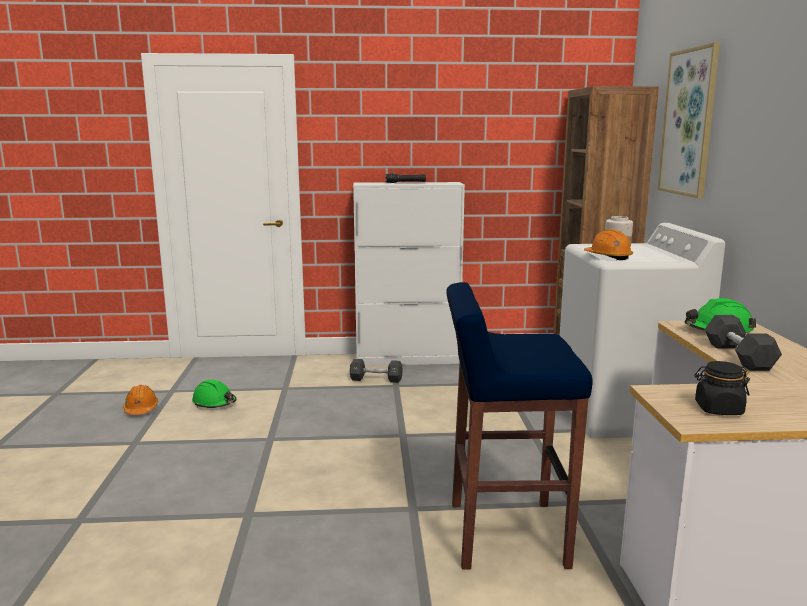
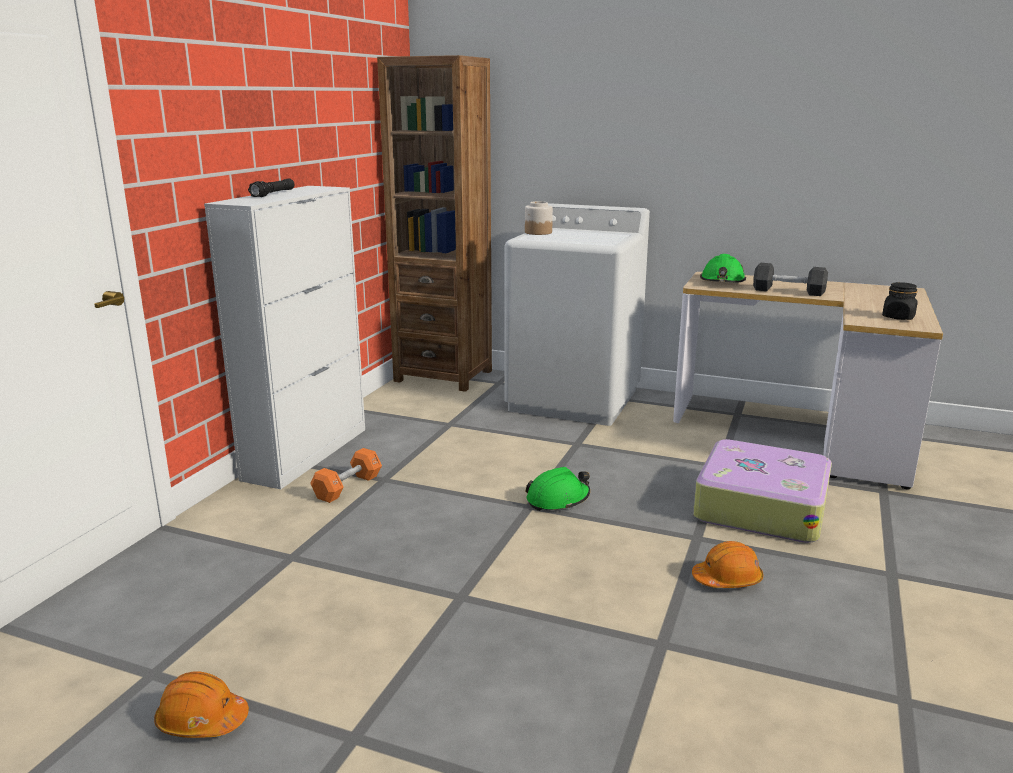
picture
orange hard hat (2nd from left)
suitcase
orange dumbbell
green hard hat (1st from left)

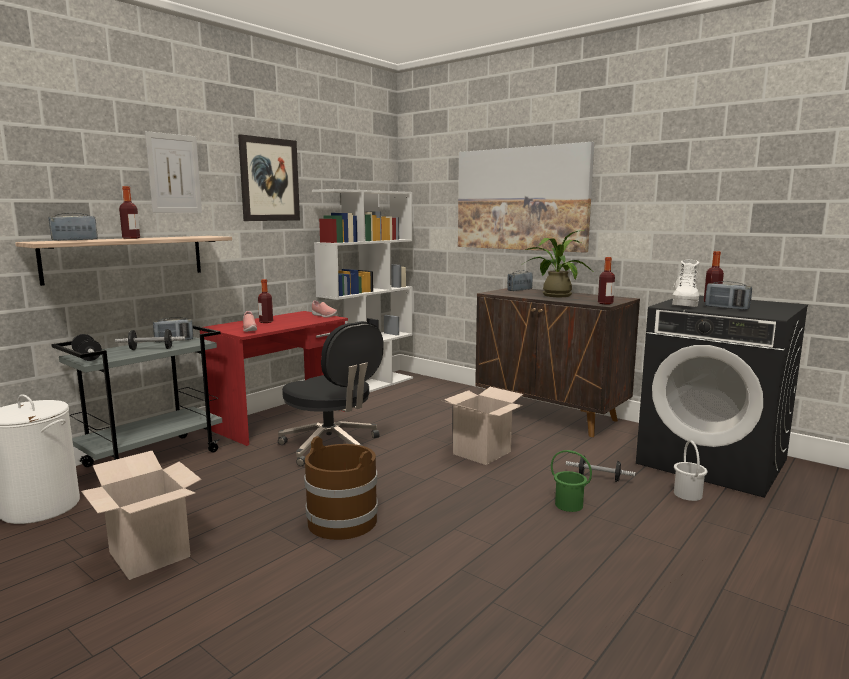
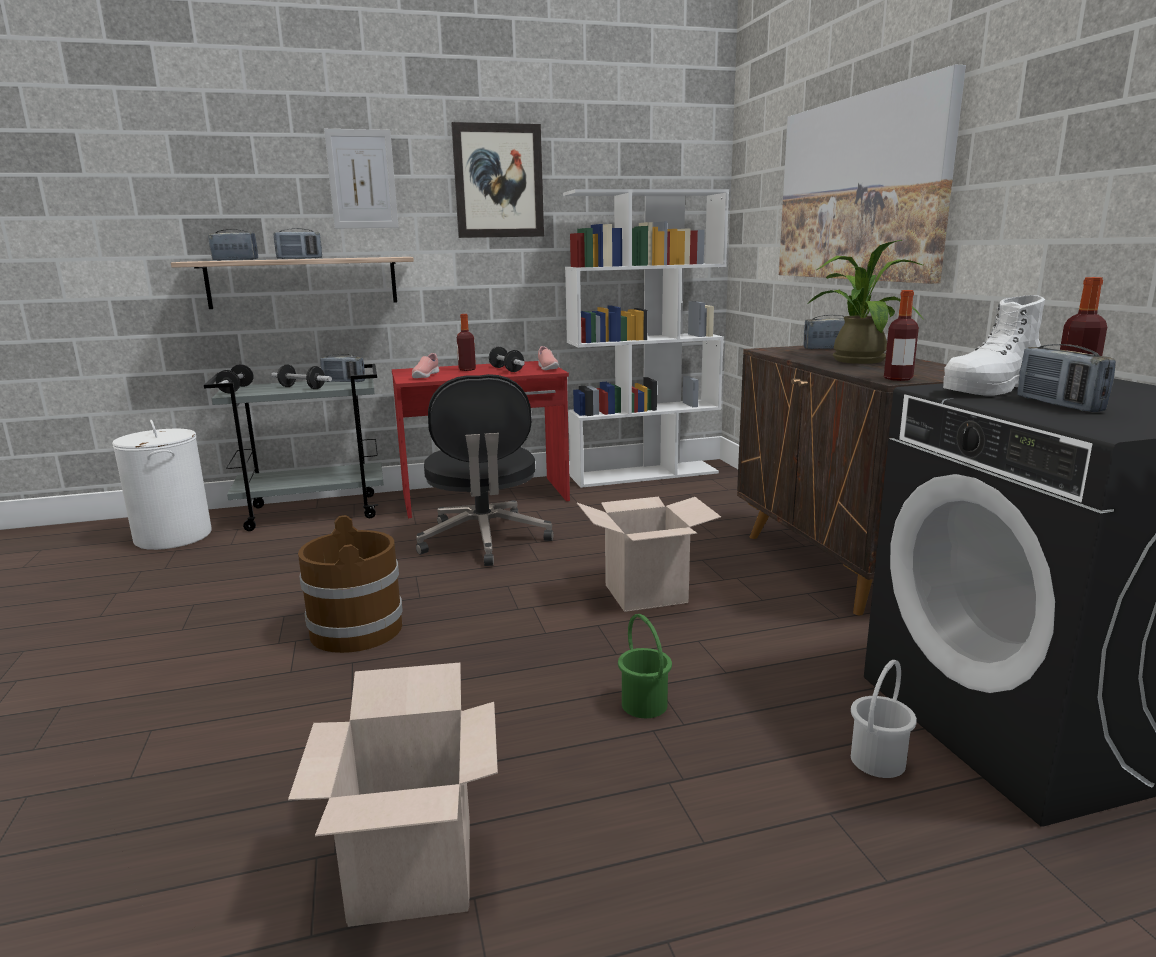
radio (2nd from left)
cardboard box (1st from left)
dumbbell (3rd from left)

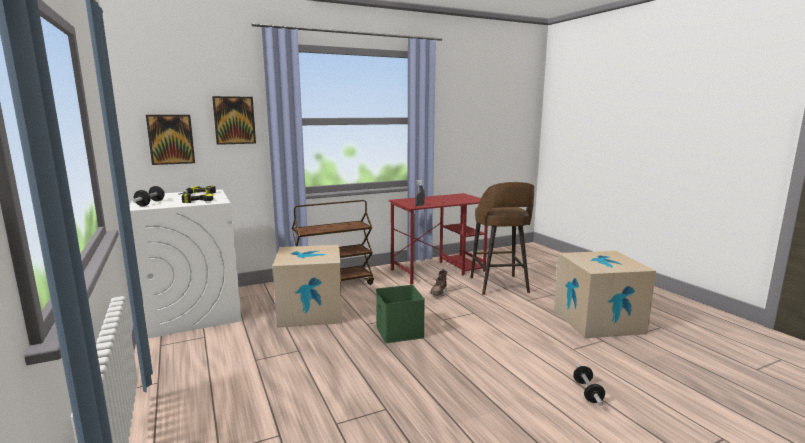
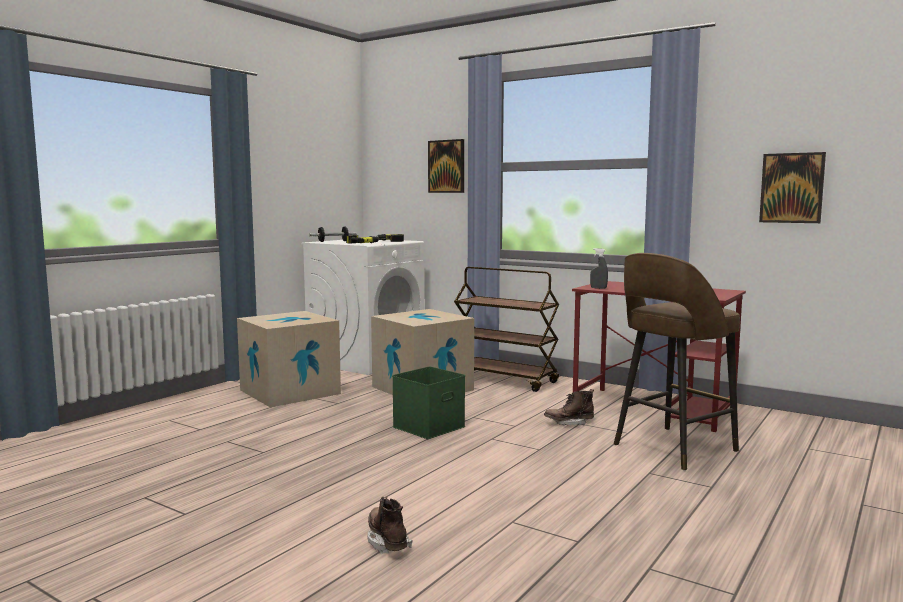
picture (2nd from left)
cardboard box (1st from left)
brown boot (1st from left)

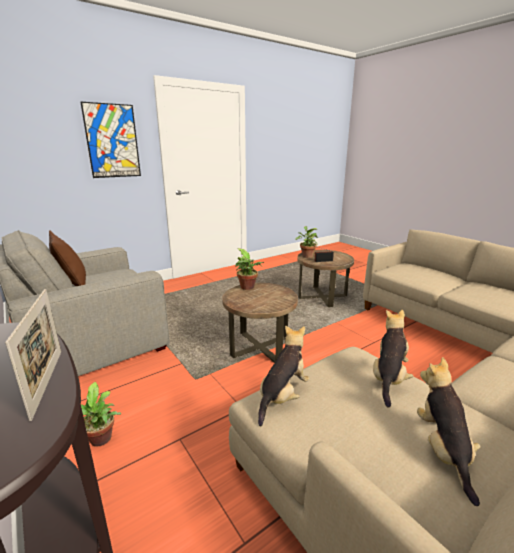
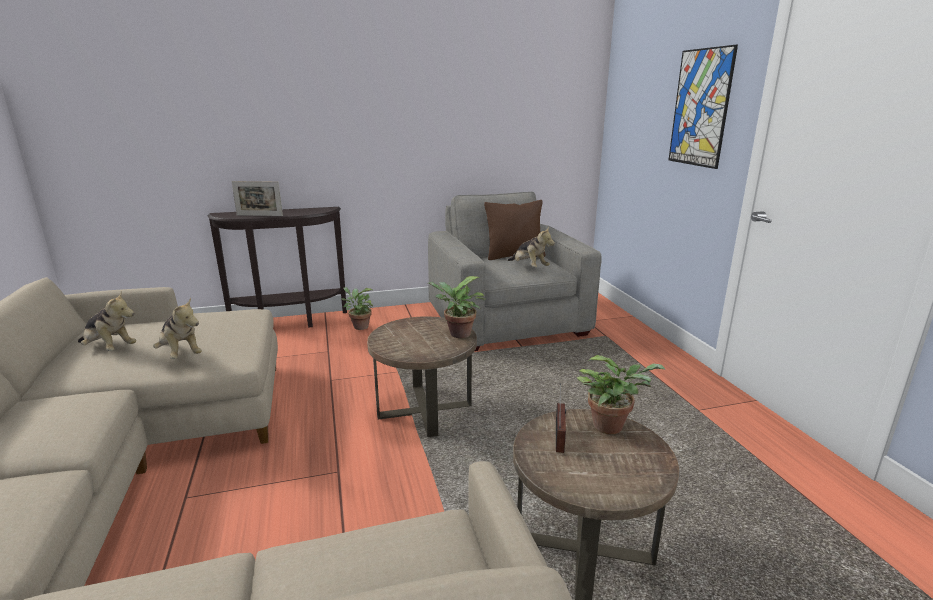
plush toy (3rd from left)

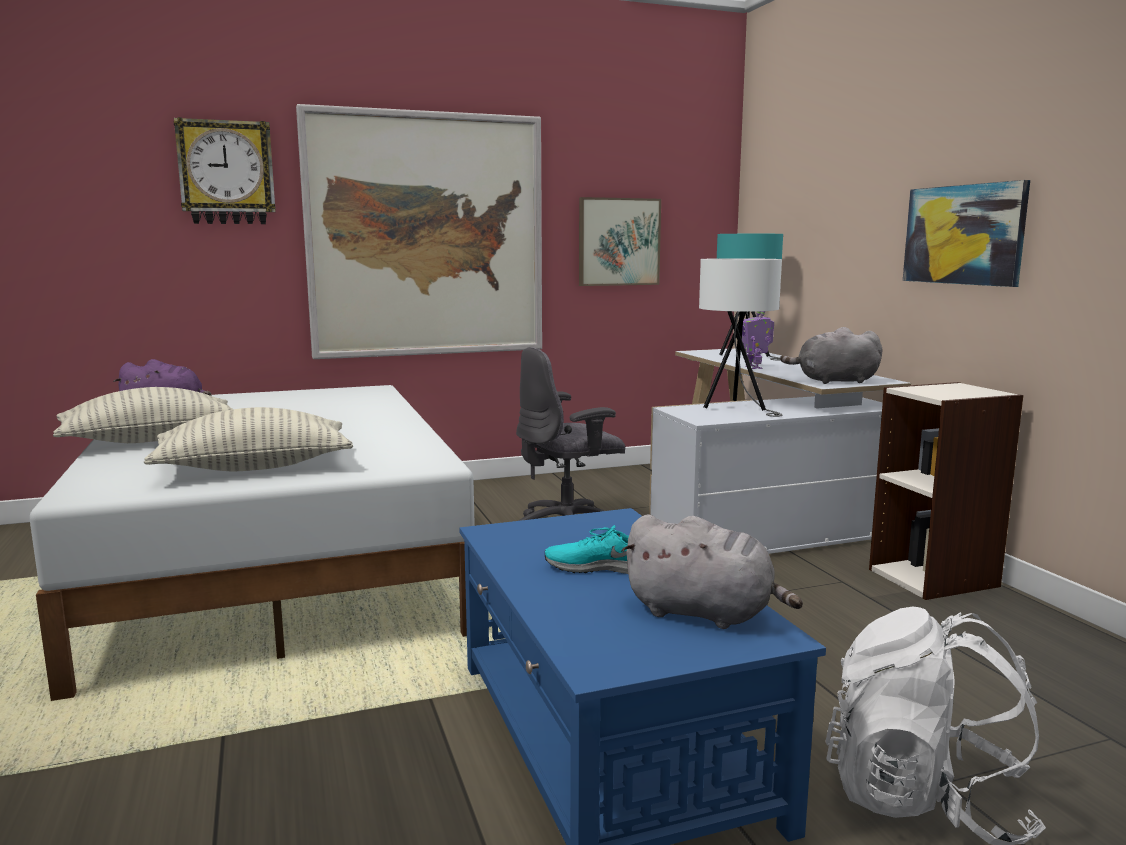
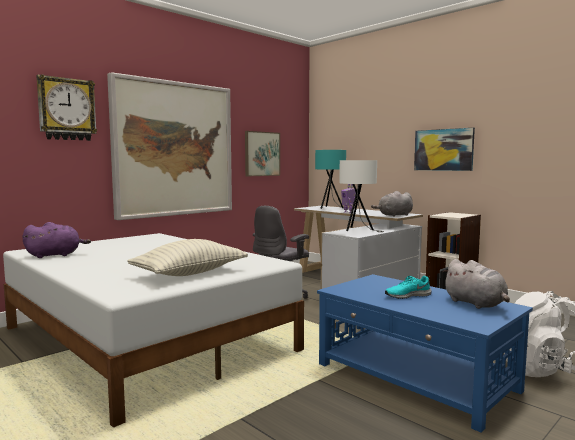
pillow (1st from left in the first image)
grey plush toy (2nd from left)

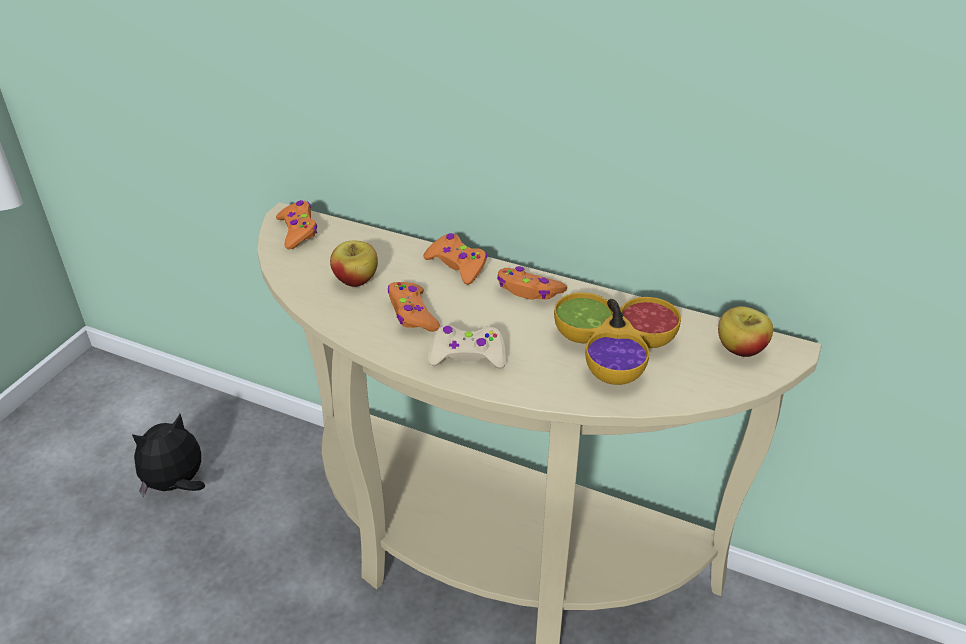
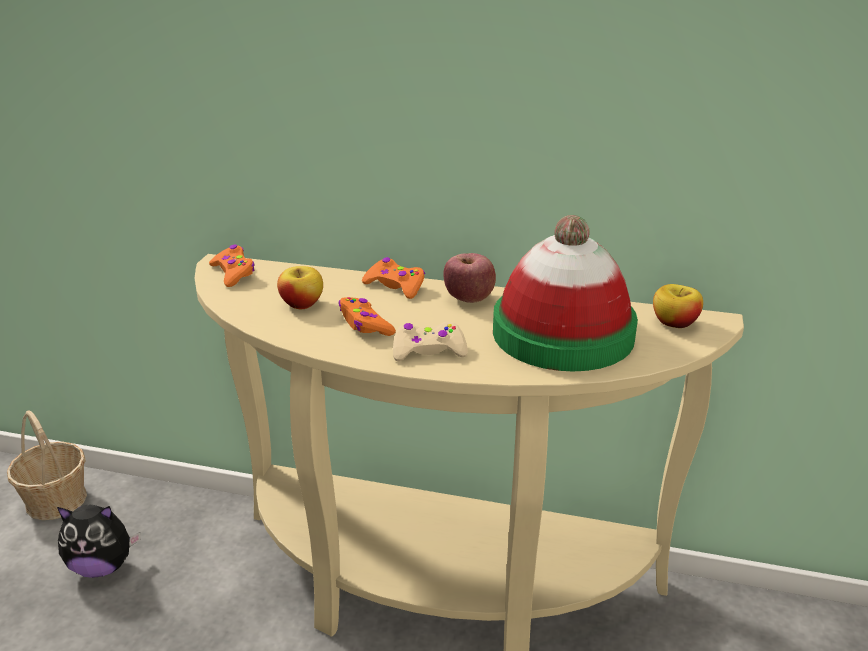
apple (2nd from left)
hat
plush toy
basket

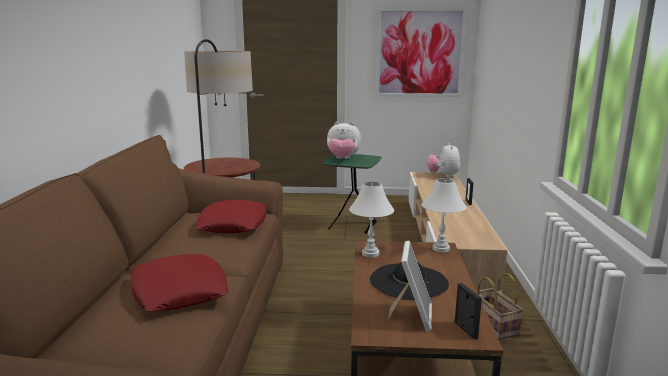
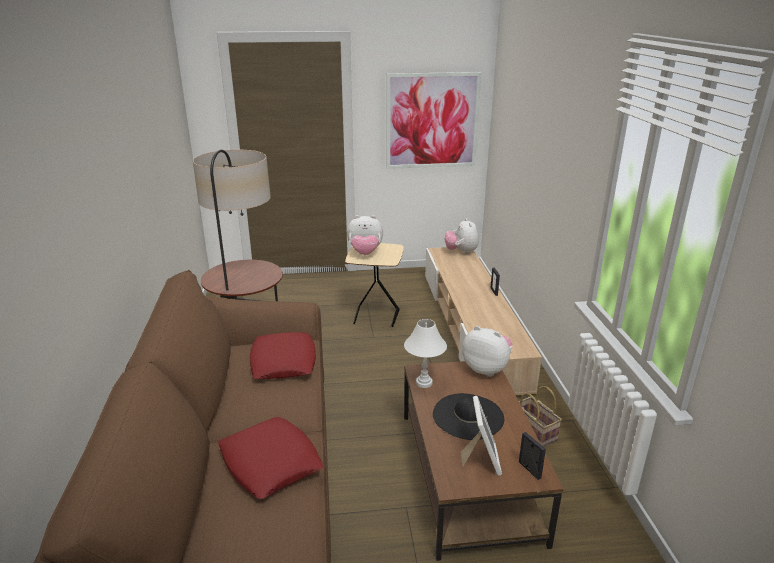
beige side table
plush toy (3rd from left)

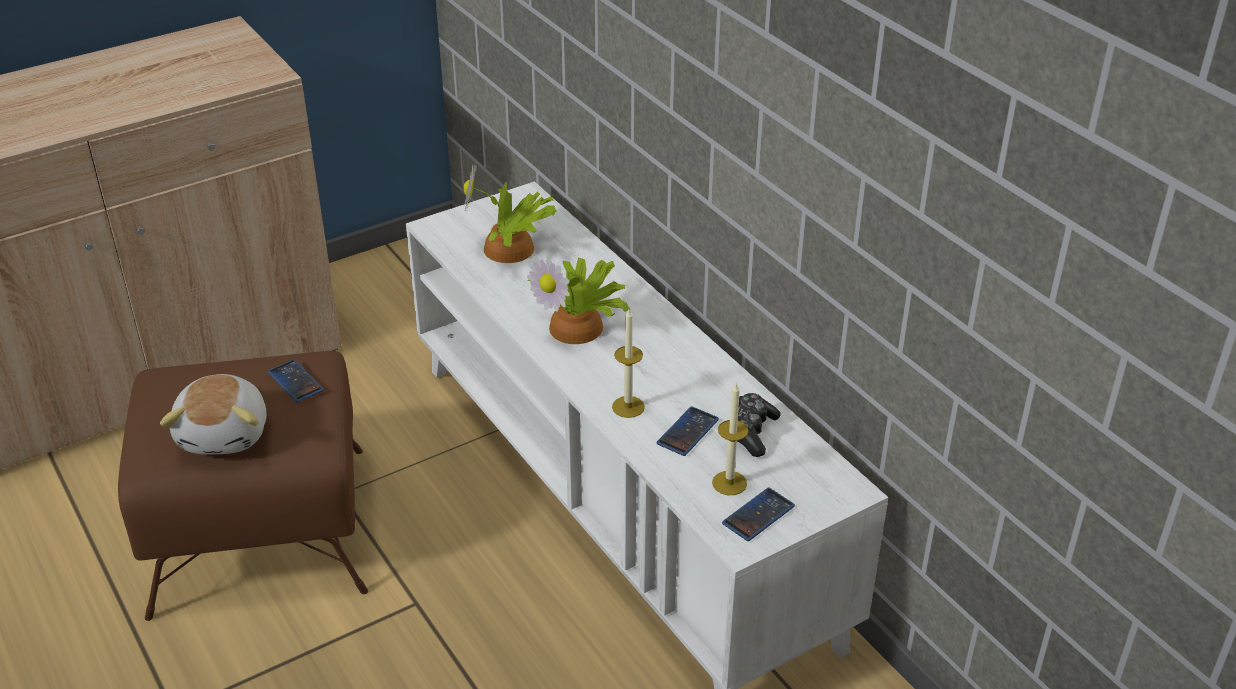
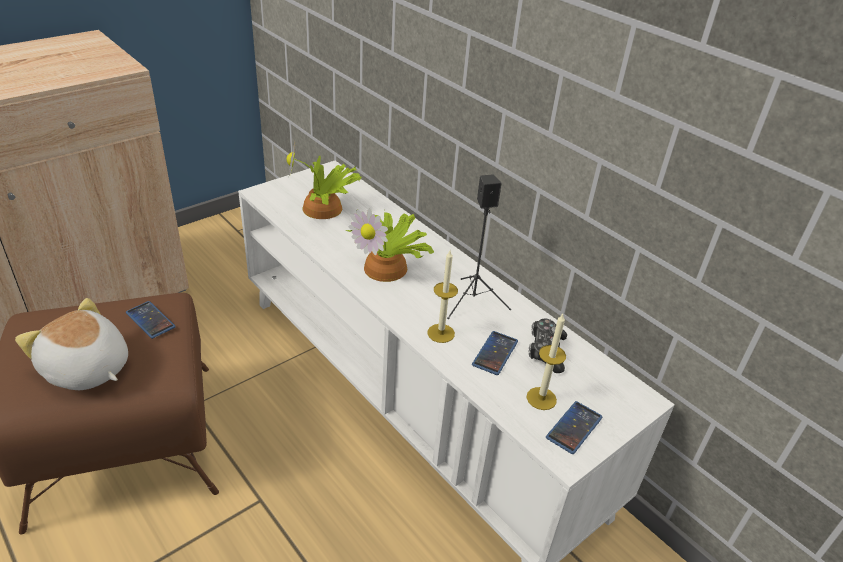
plush toy
black speaker

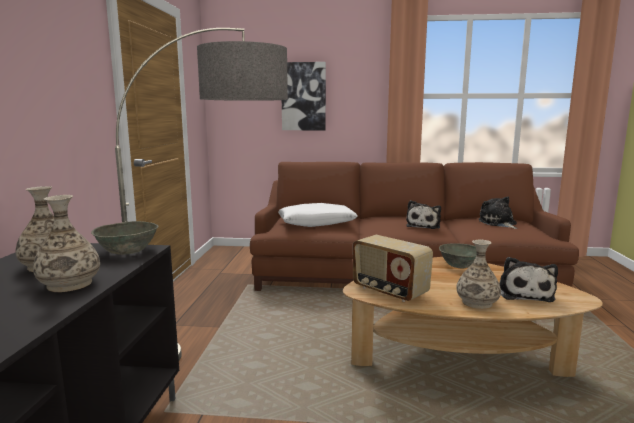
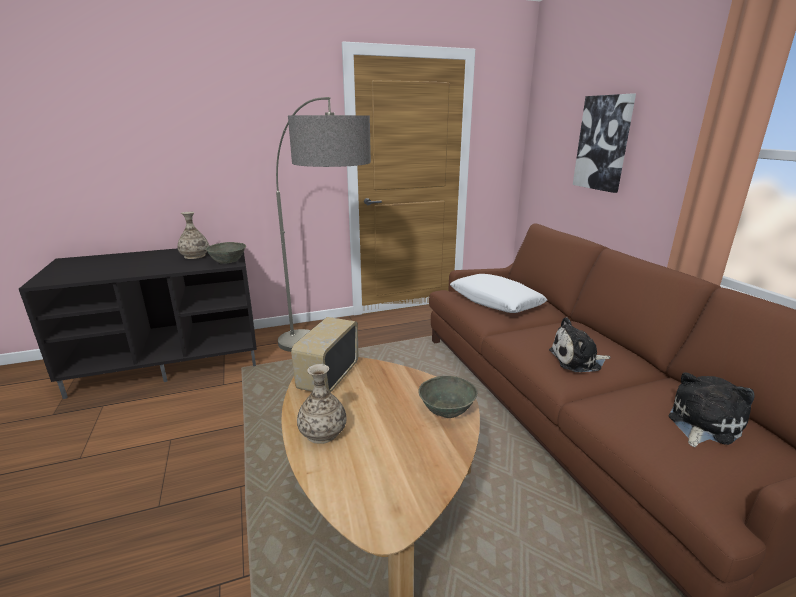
vase (2nd from left in the first image)
plush toy (3rd from left in the first image)

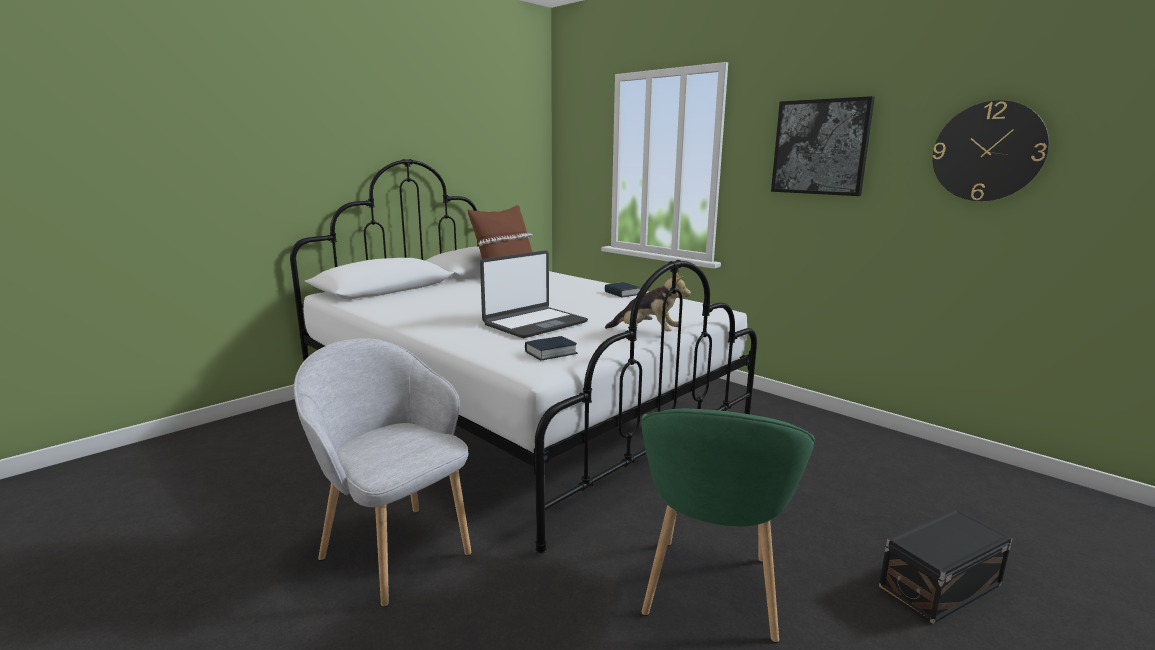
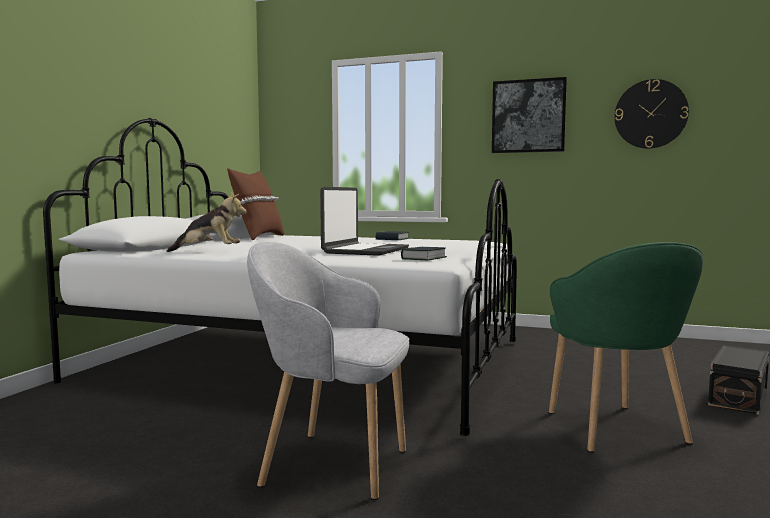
plush toy

